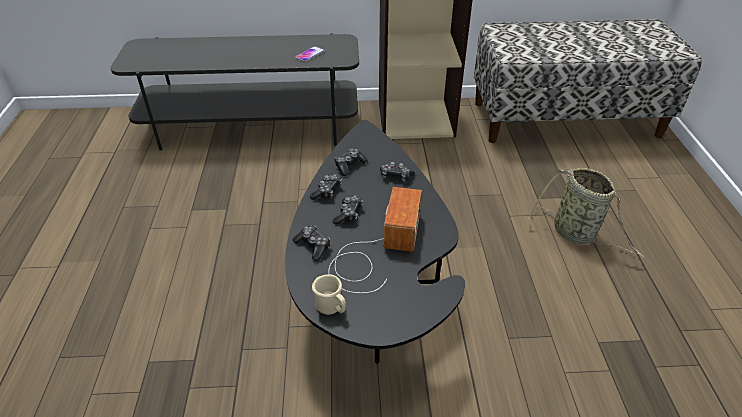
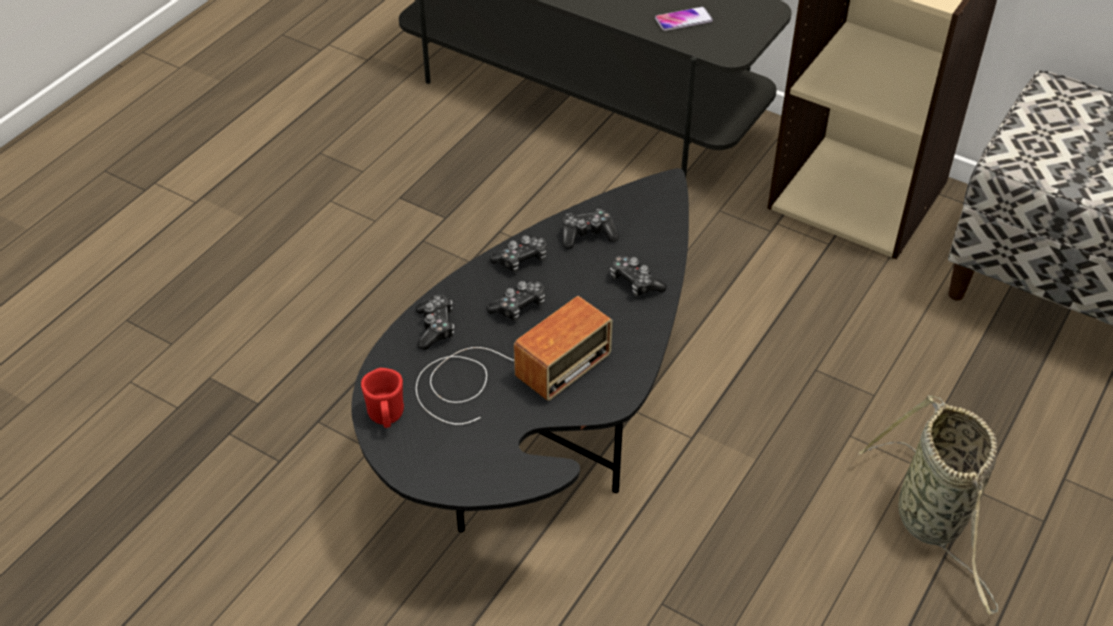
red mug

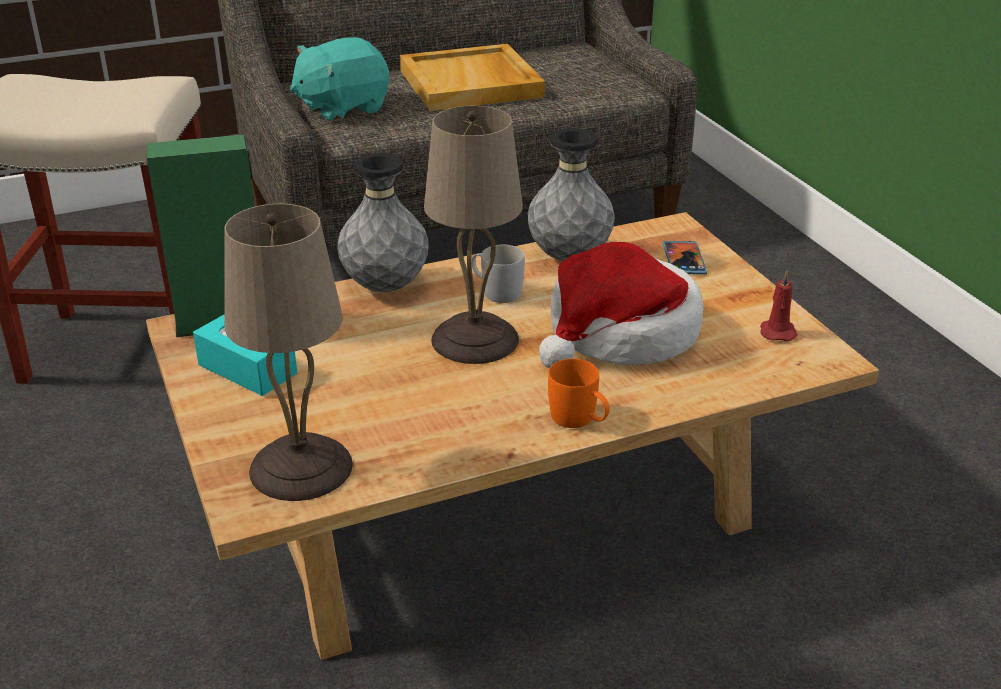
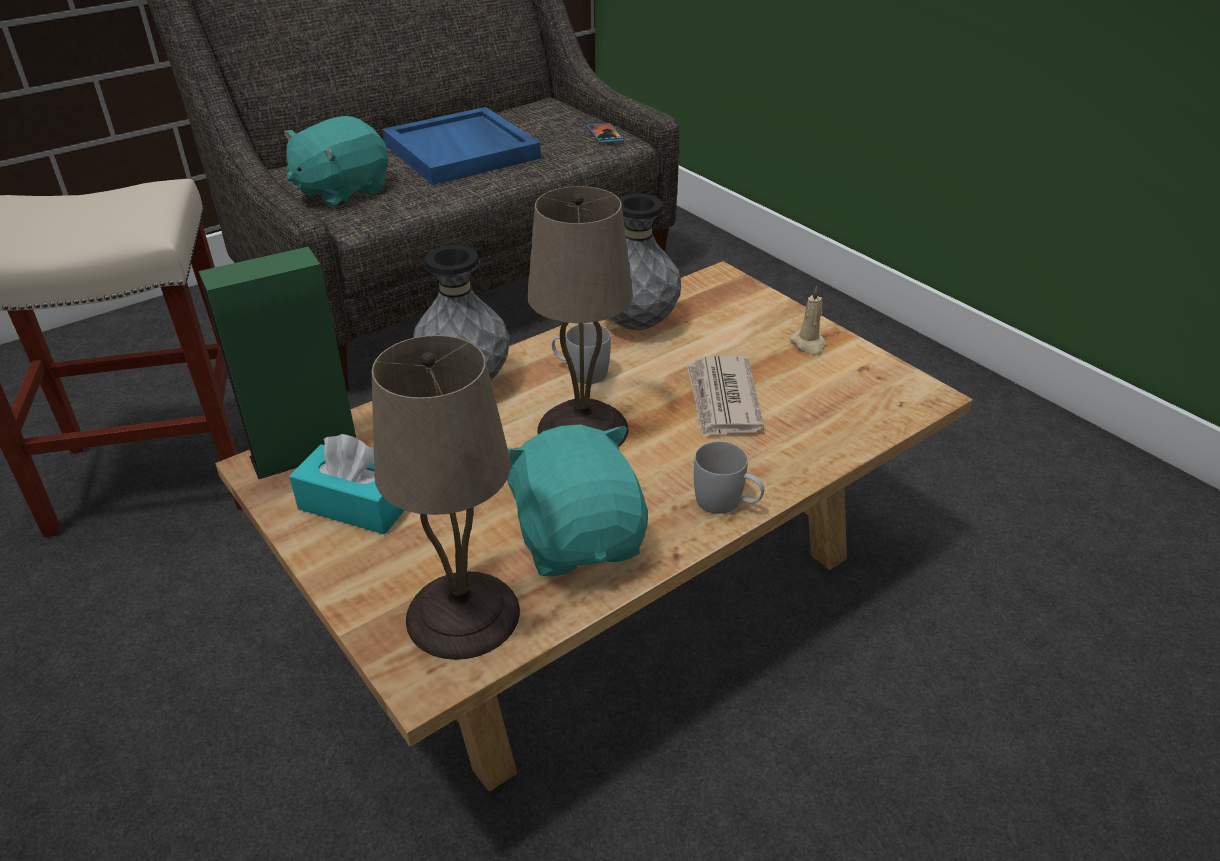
blue tray
phone
newspaper
red candle
white mug (2nd from left)
beige candle
turquoise plush toy (2nd from left)

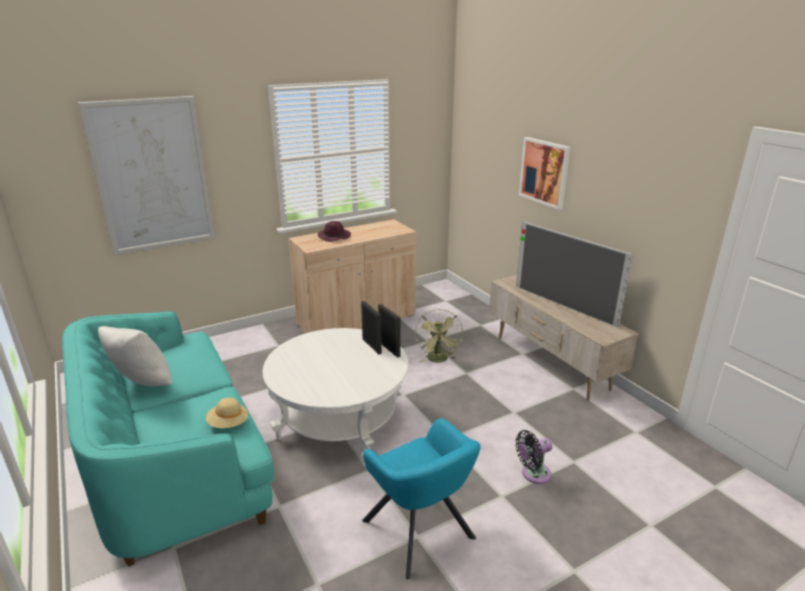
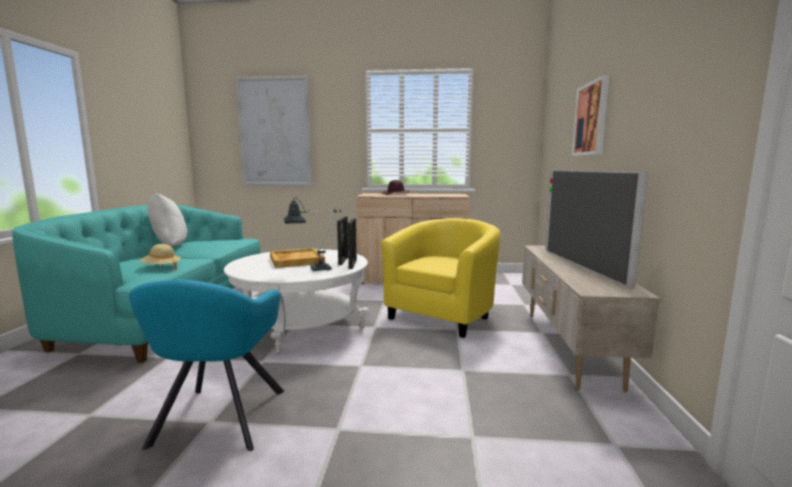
yellow armchair
black fan
table lamp
beige tray

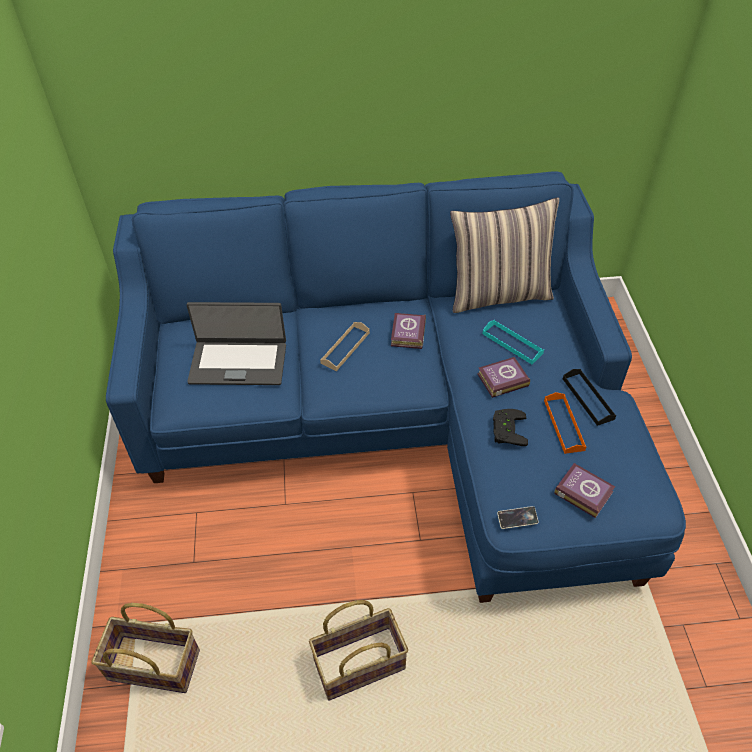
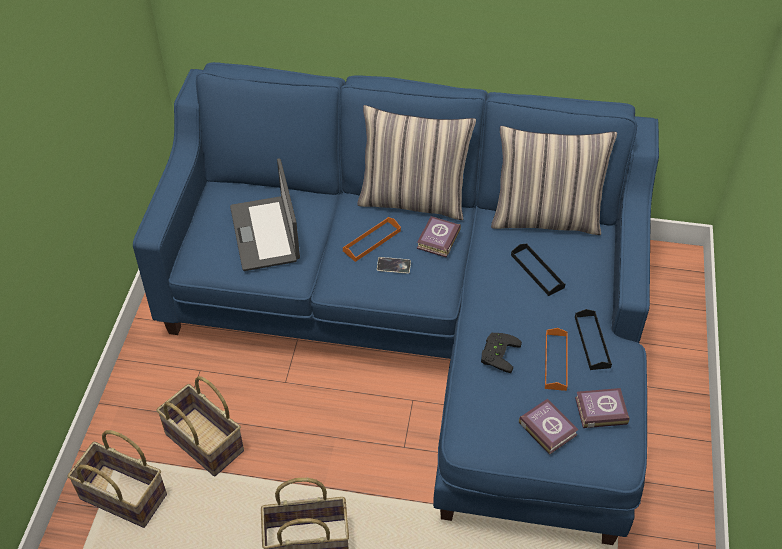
laptop
black tray (1st from left)
orange tray (1st from left)
book (3rd from left)
phone
pillow (1st from left)
basket (2nd from left)

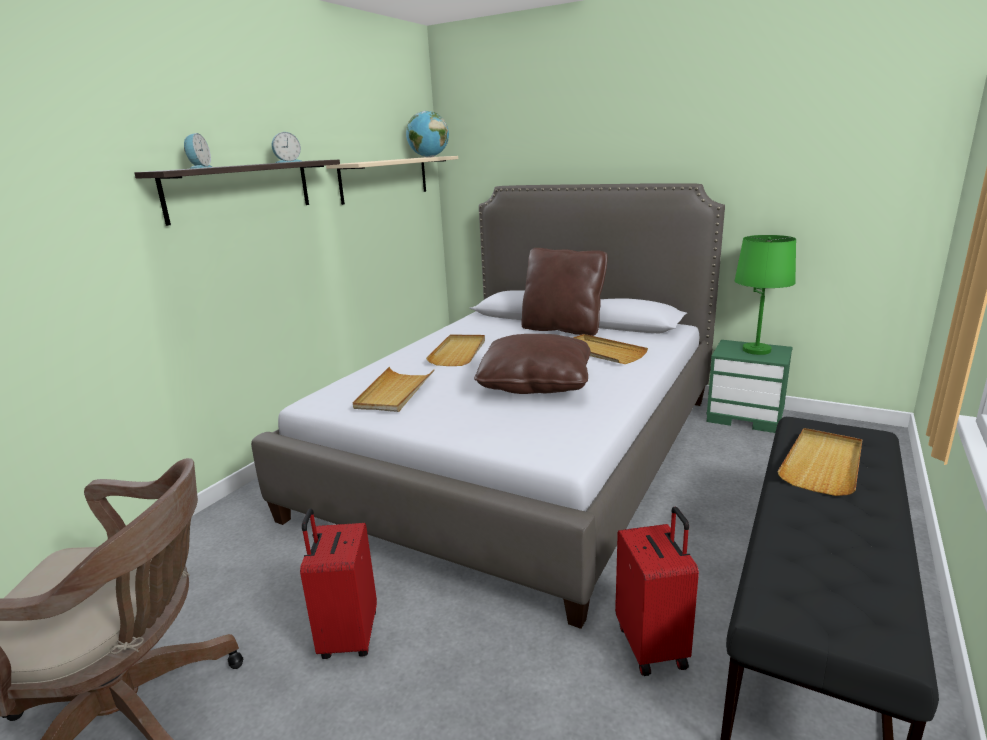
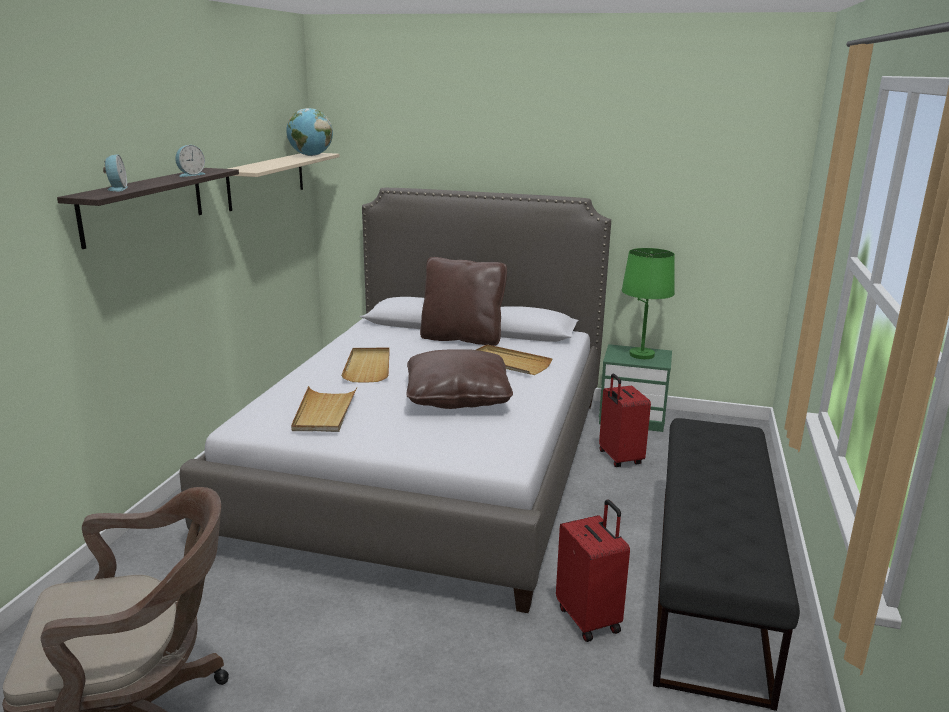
beige tray (4th from left in the first image)
red suitcase (2nd from left)

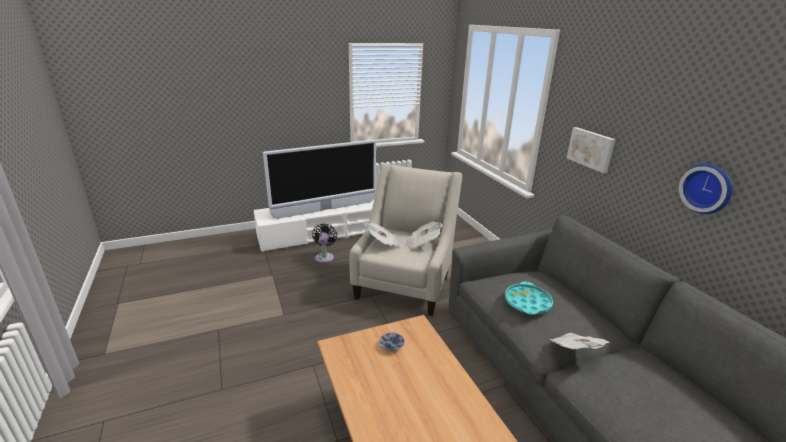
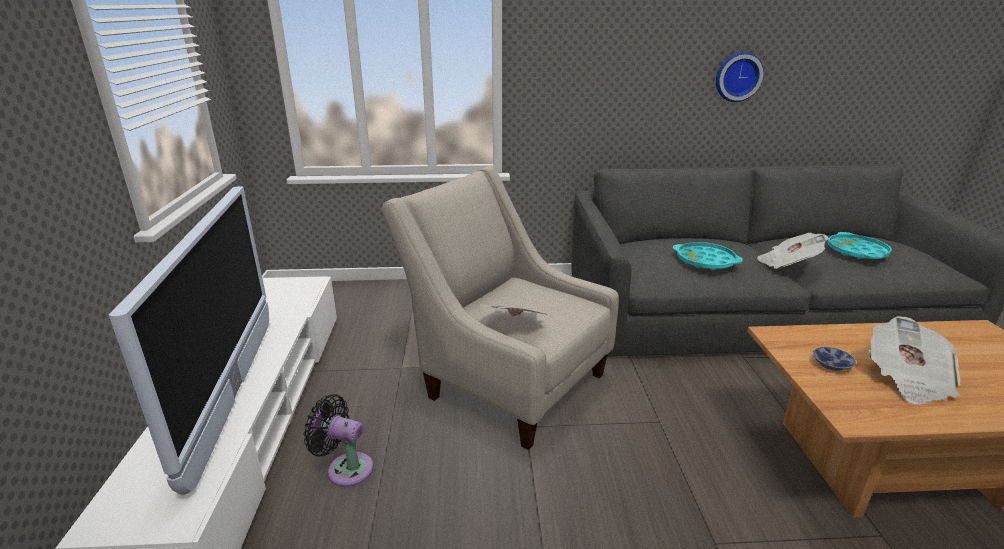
picture
newspaper (3rd from left)
turquoise tray (2nd from left)

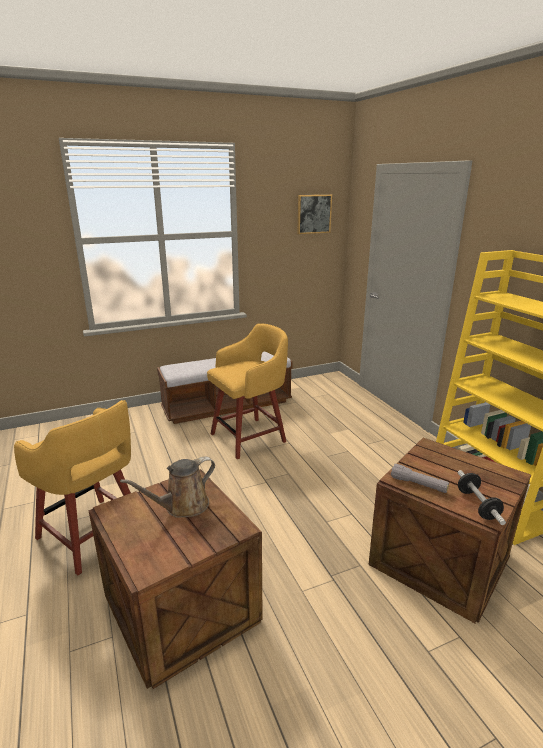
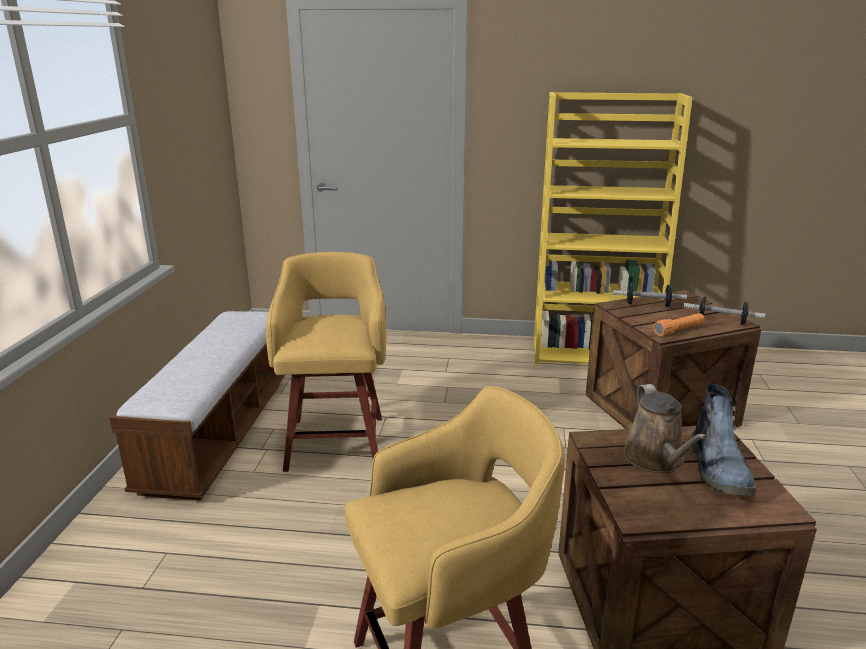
picture
orange flashlight
dumbbell (1st from left)
boot

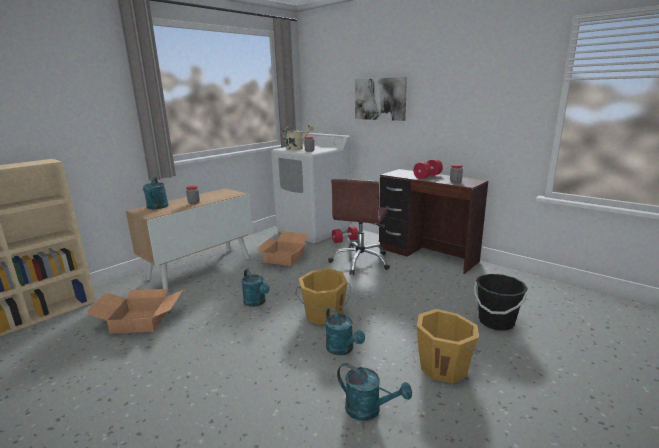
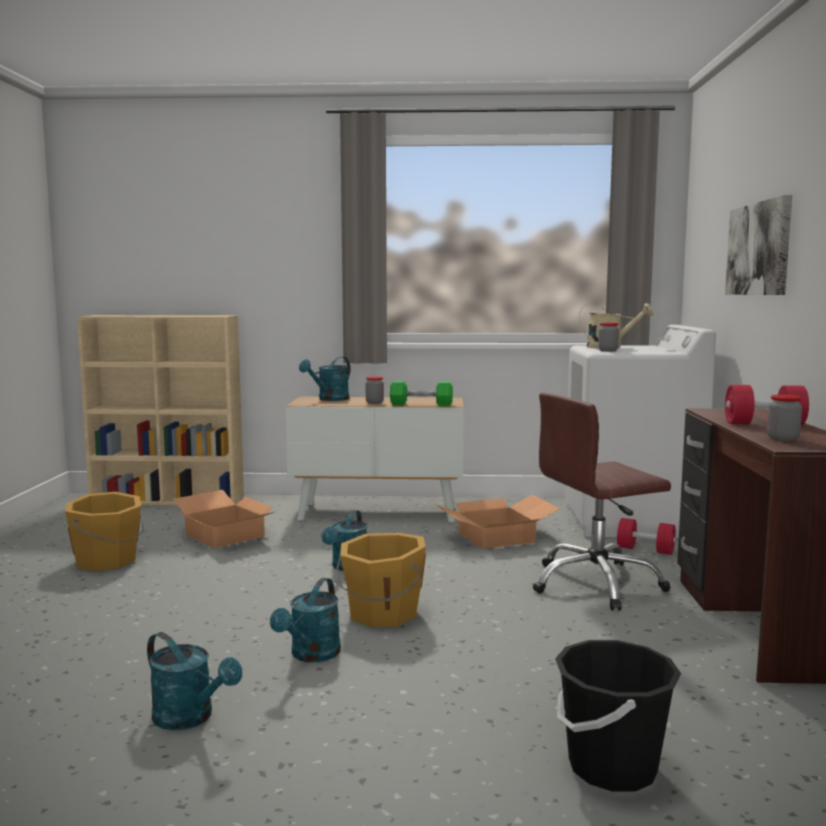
orange bucket (1st from left)
turquoise watering can (1st from left)
green dumbbell

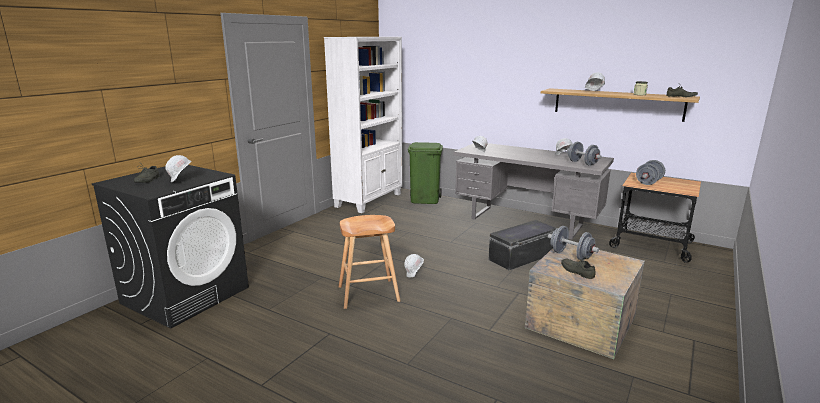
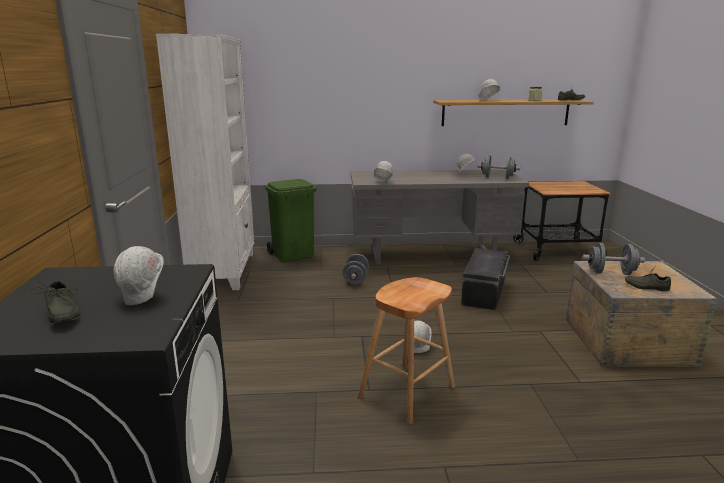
grey dumbbell (1st from left)

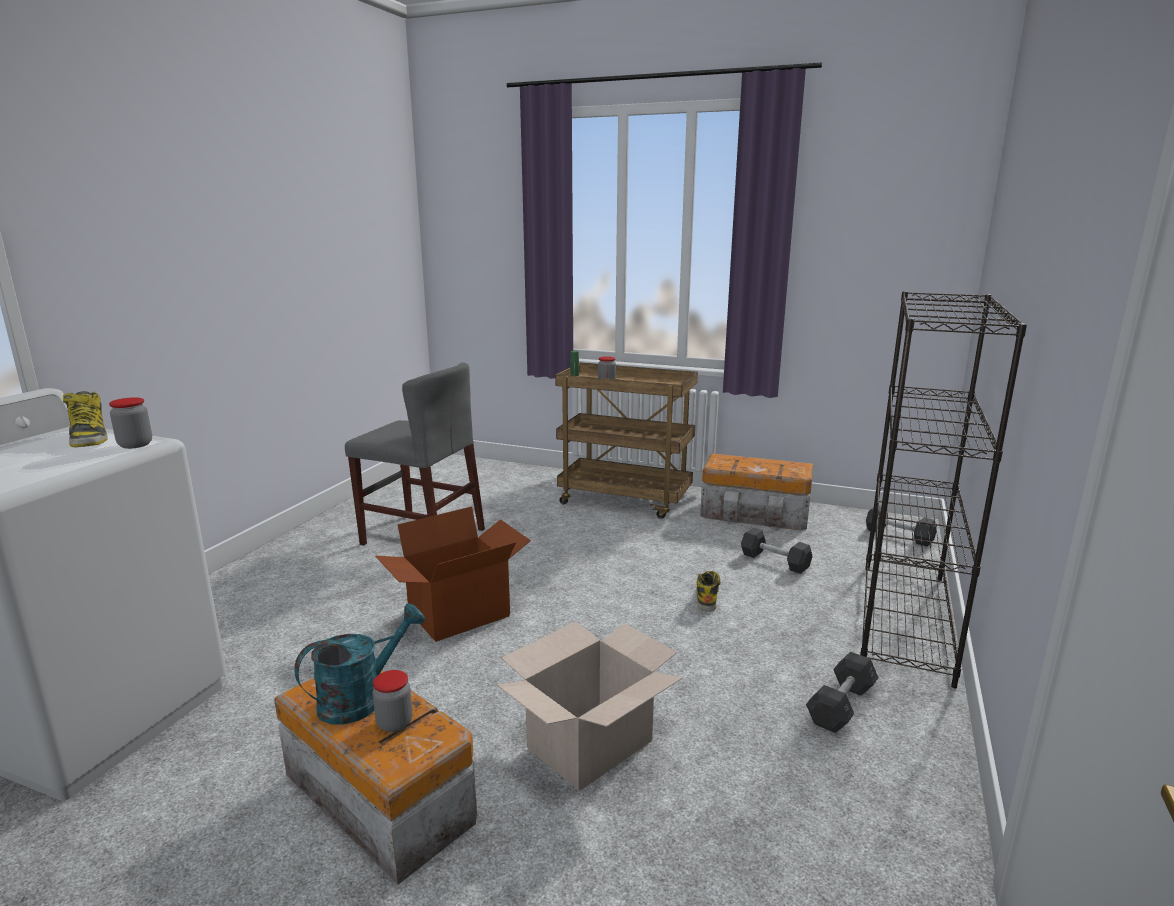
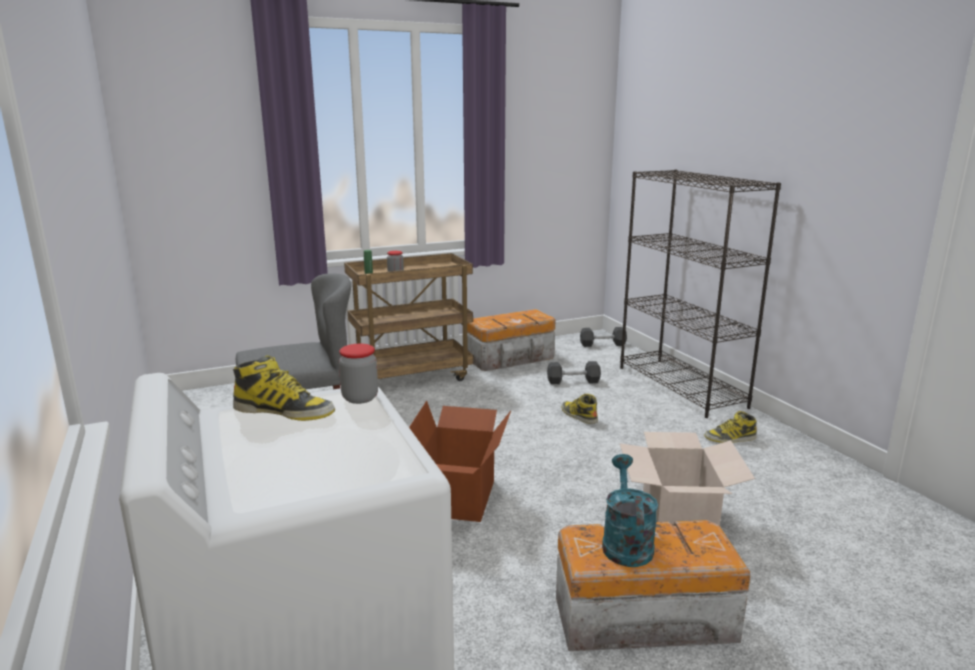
boot (3rd from left)
jar (2nd from left in the first image)

